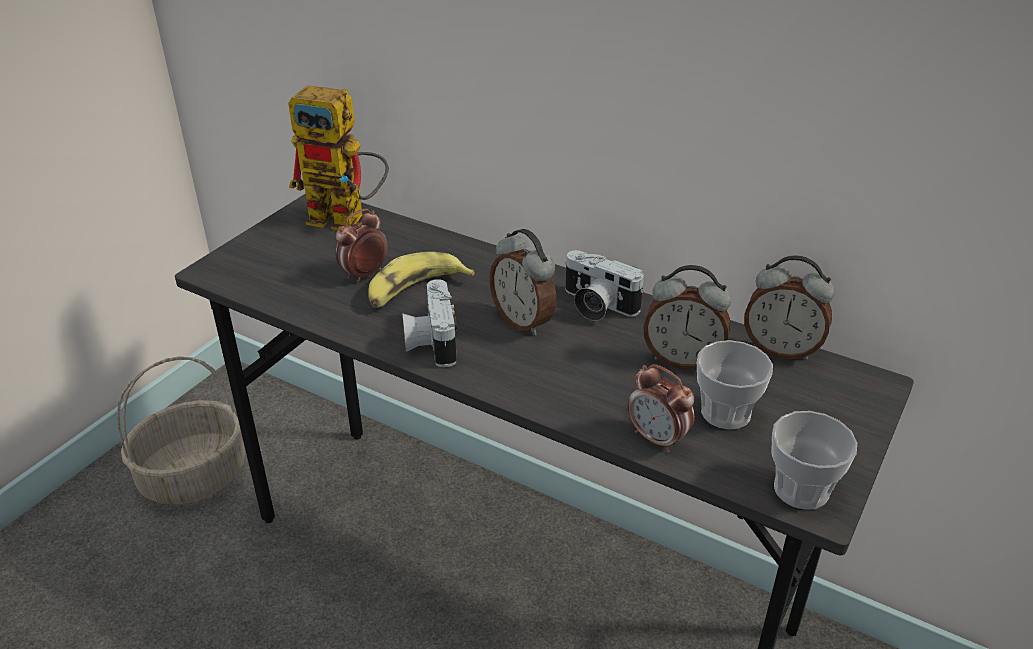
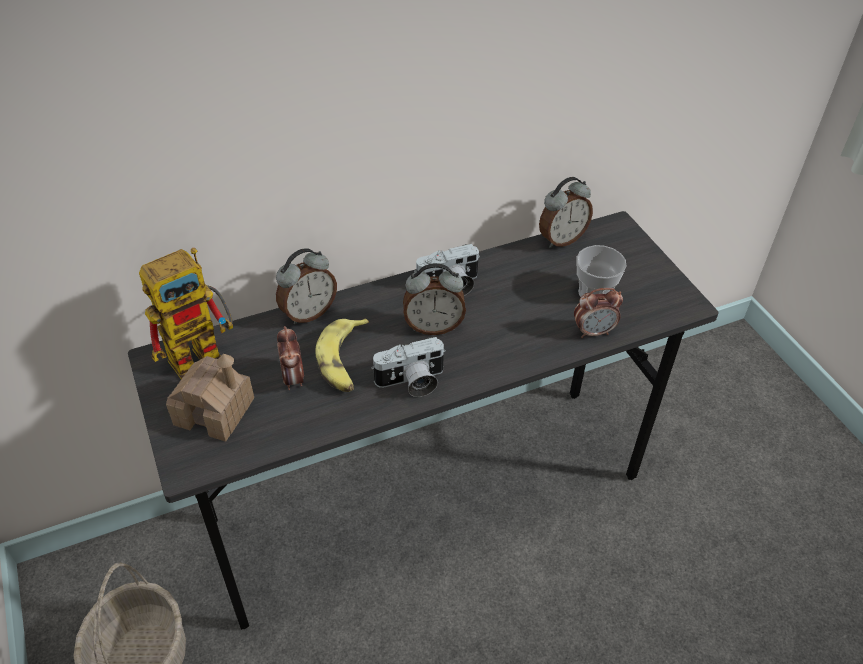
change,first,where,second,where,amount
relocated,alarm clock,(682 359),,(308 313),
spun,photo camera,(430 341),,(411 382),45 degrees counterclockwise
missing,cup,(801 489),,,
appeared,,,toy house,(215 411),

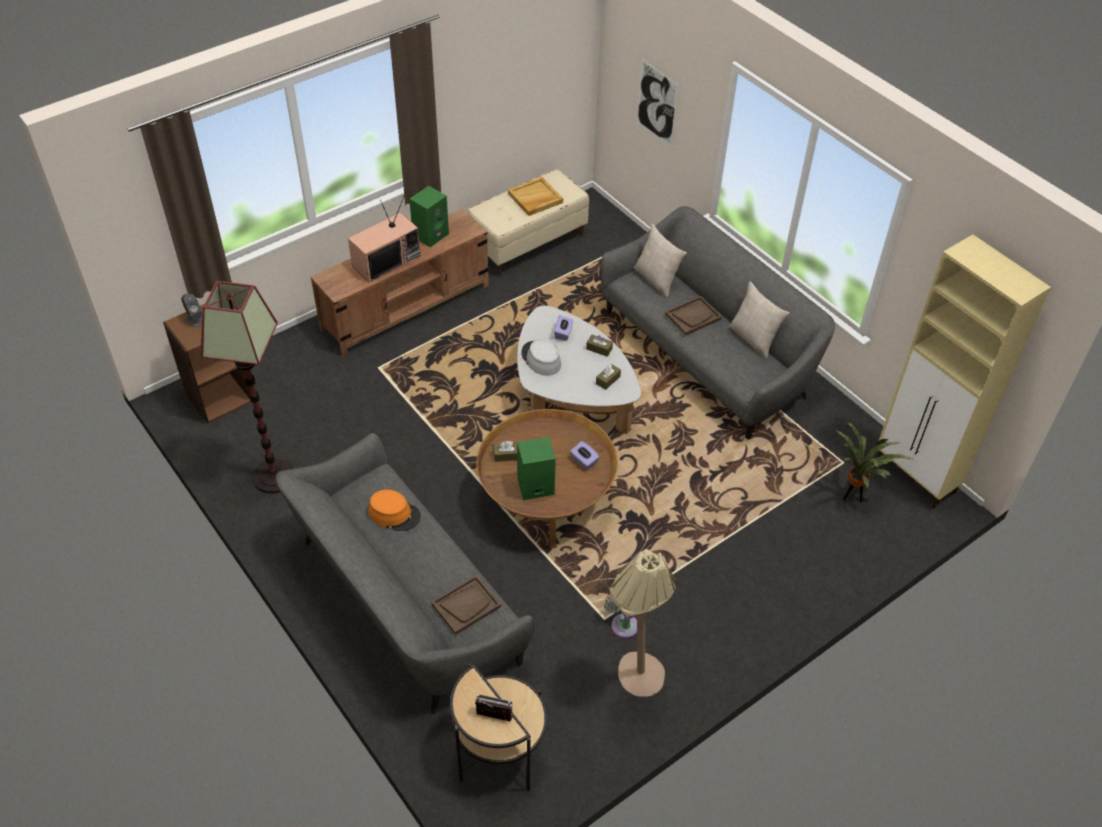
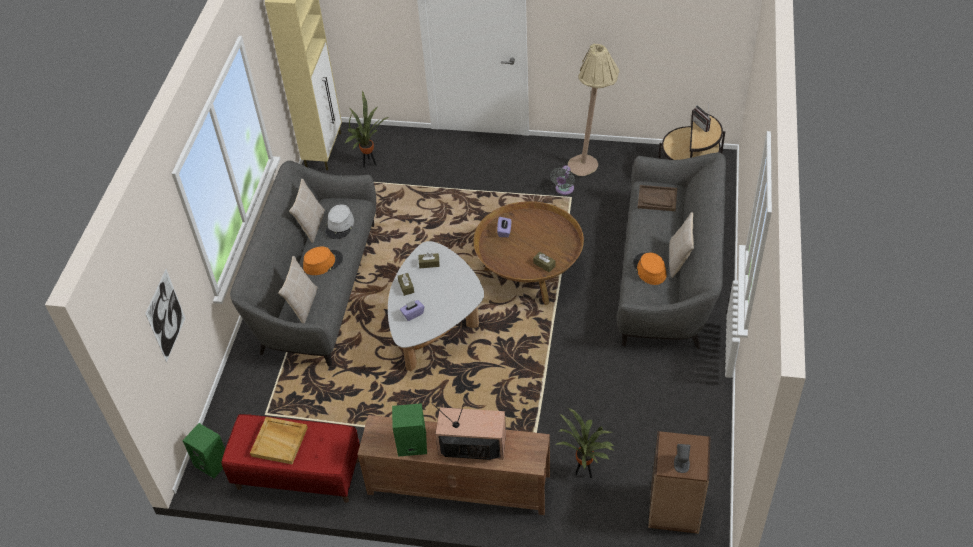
change,first,where,second,where,amount
colour,bench (beige),(528 242),bench (red),(298 474),
missing,floor lamp,(274 477),,,
exchanged,tray (brown),(693 316),hat (orange),(323 263),
relocated,hat (grey),(541 359),,(340 225),
relocated,speaker (green),(535 487),,(213 463),
appeared,,,pillow (beige),(679 260),
appeared,,,potted plant,(584 473),

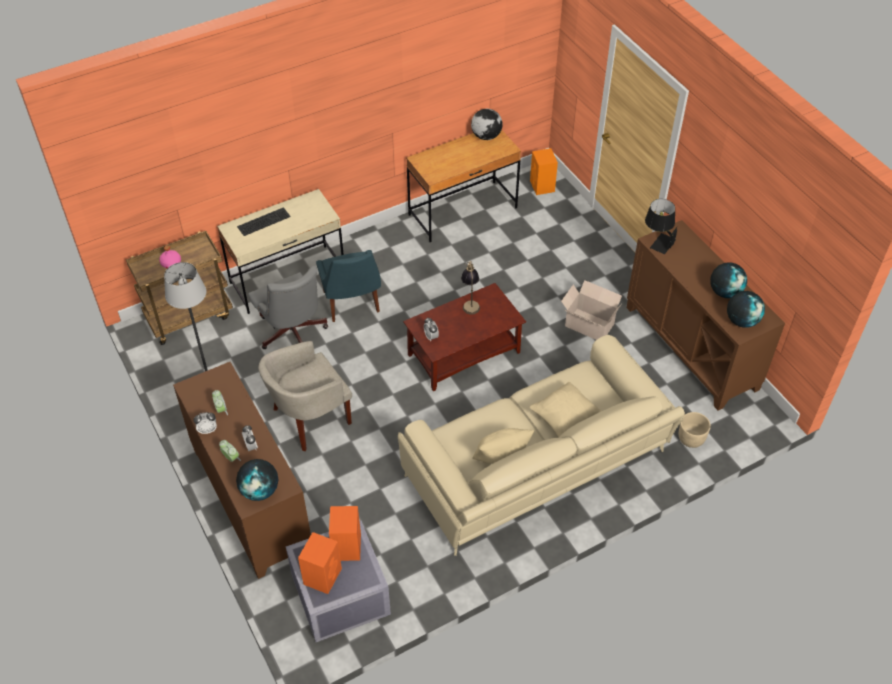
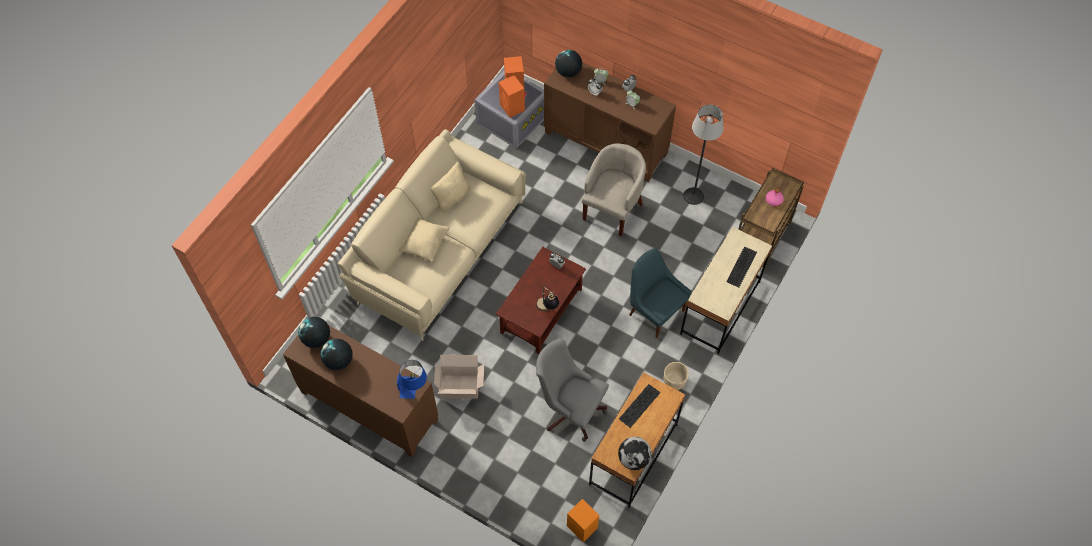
change,first,where,second,where,amount
colour,table lamp (black),(657 241),table lamp (blue),(413 387),
relocated,office chair (grey),(293 334),,(570 409),
relocated,planter (beige),(691 439),,(674 381),
appeared,,,keyboard,(640 406),

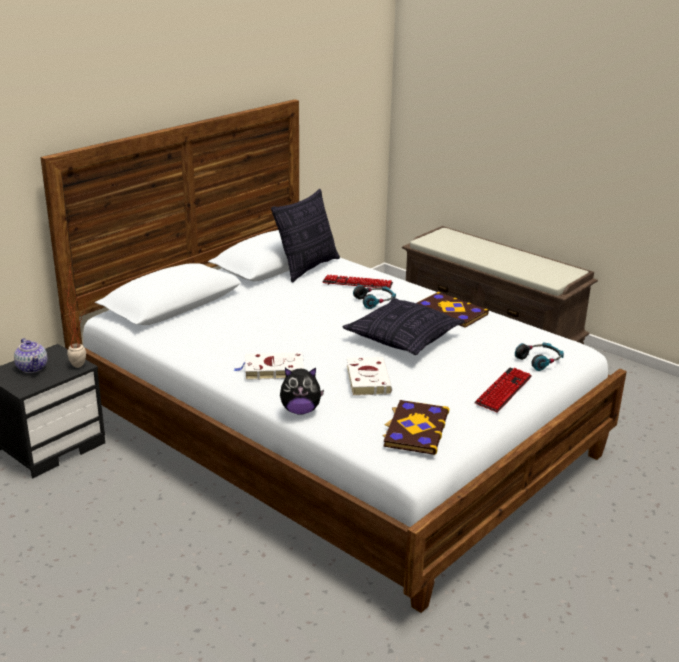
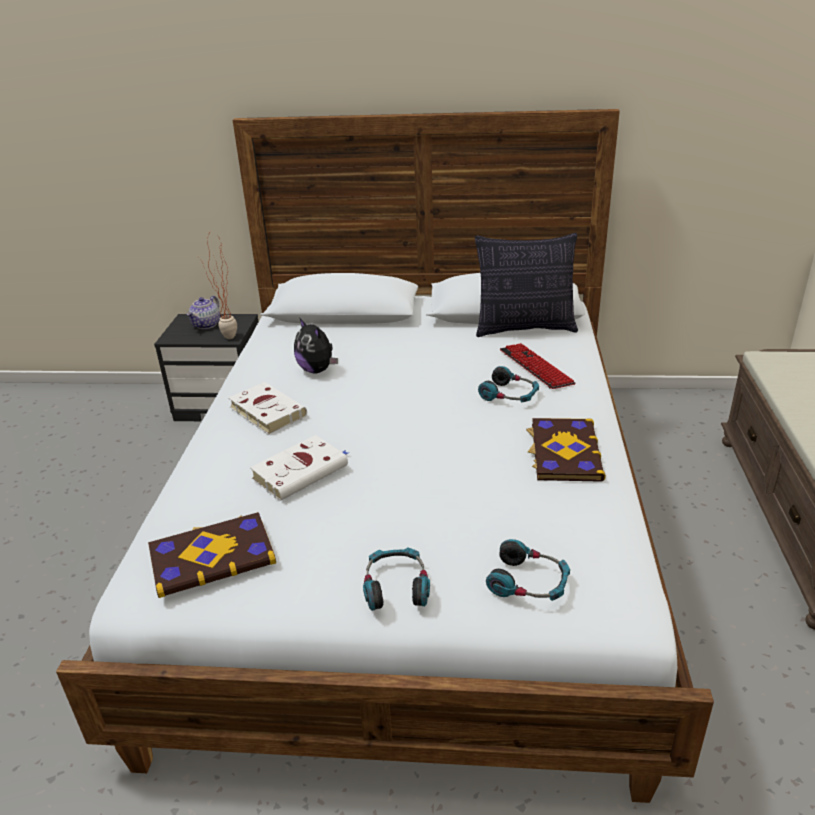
change,first,where,second,where,amount
missing,pillow,(403 339),,,
exchanged,keyboard,(503 391),headphones,(396 586),
relocated,plush toy,(300 410),,(317 370),

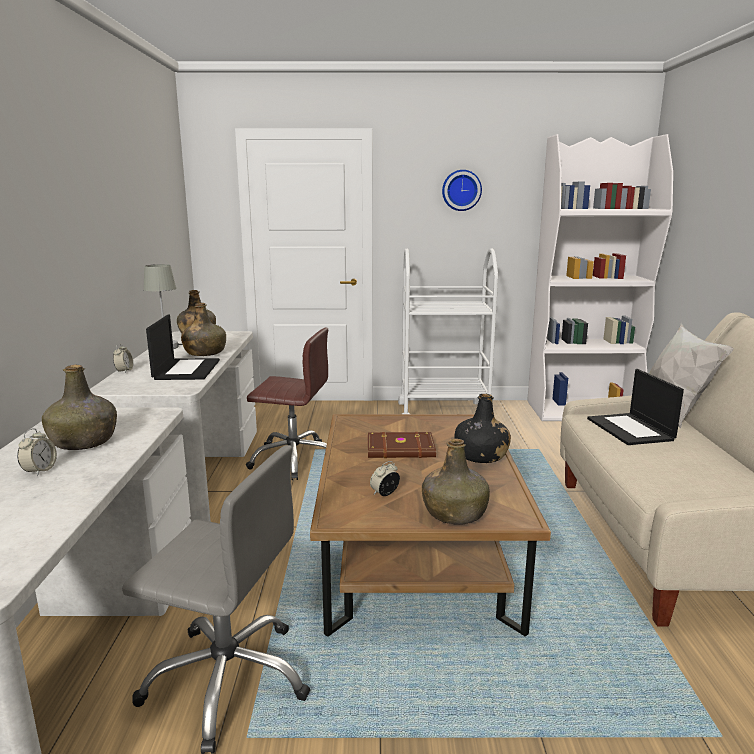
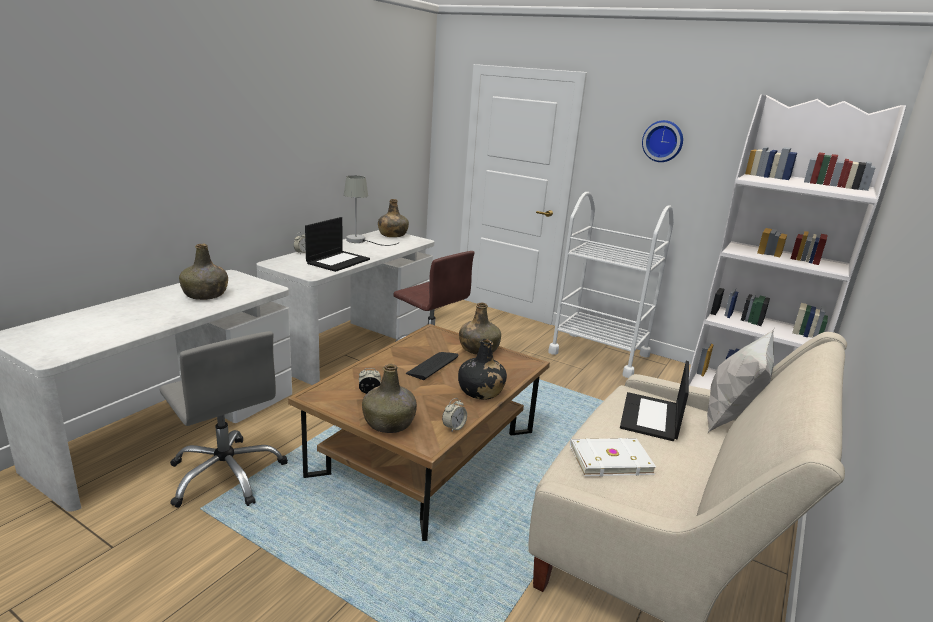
change,first,where,second,where,amount
relocated,bottle (green),(205 353),,(478 349),
relocated,alarm clock,(40 471),,(454 427),
exchanged,book (brown),(401 449),keyboard,(432 366),
appeared,,,book (white),(609 459),

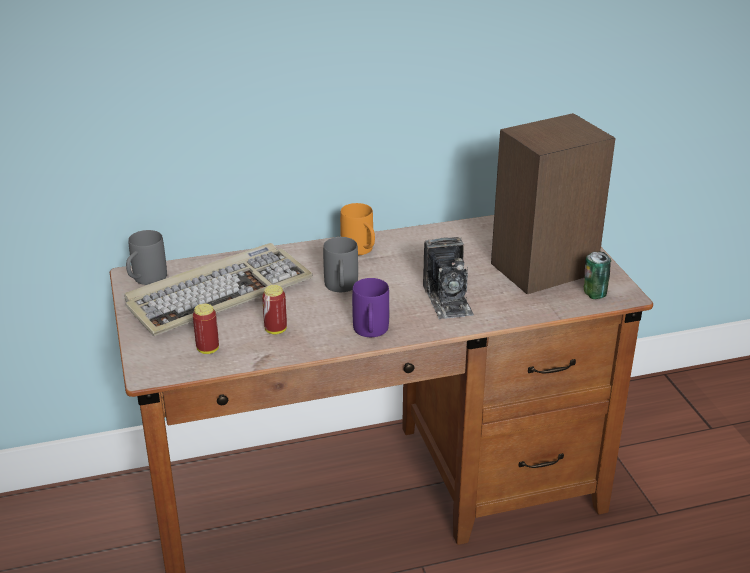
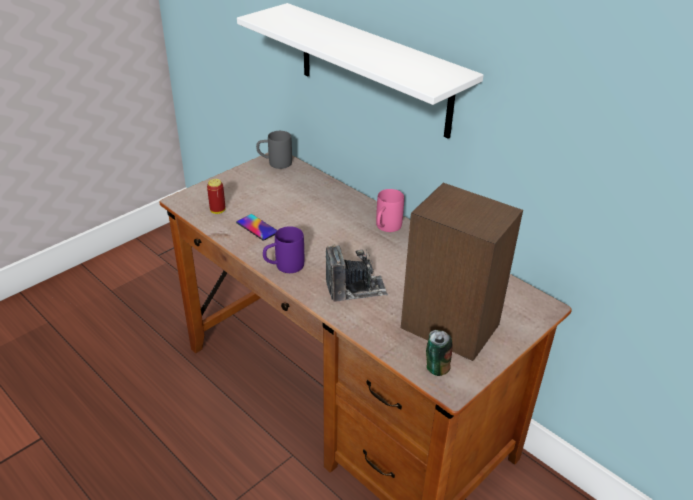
change,first,where,second,where,amount
colour,mug (orange),(361 251),mug (pink),(386 228),
missing,mug (grey),(341 288),,,
spun,photo camera,(448 300),,(356 289),150 degrees counterclockwise
missing,keyboard,(219 293),,,
exchanged,can,(275 330),phone,(257 227),
appeared,,,shelf (white),(373 70),

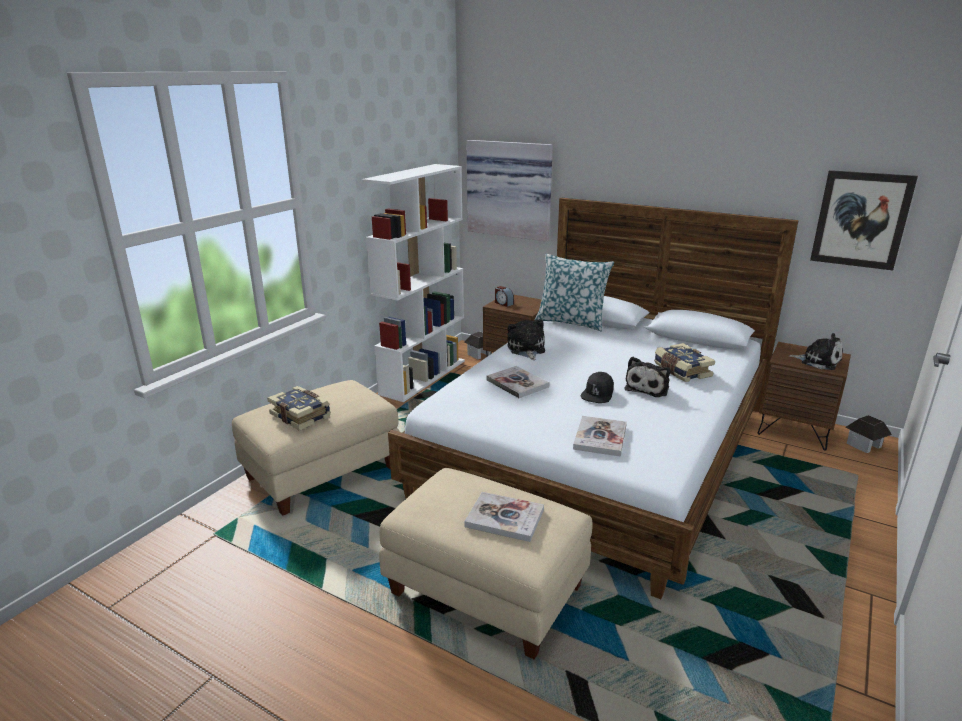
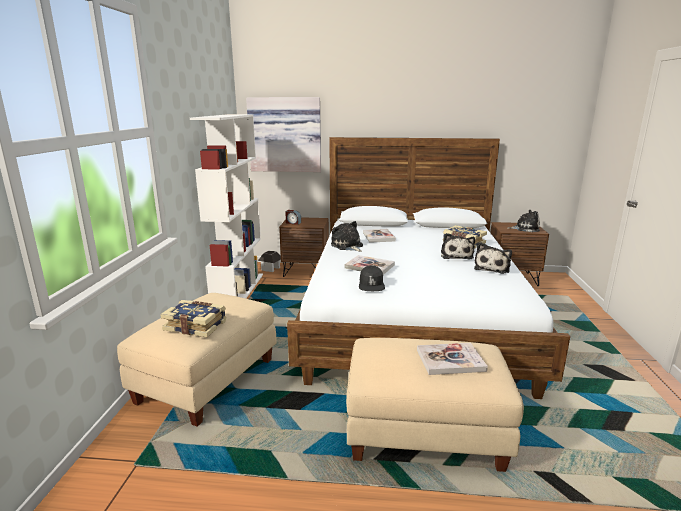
change,first,where,second,where,amount
missing,picture,(861 219),,,
missing,pillow,(571 322),,,
relocated,cap (black),(598 394),,(371 284),
missing,toy house,(864 445),,,
relocated,book,(600 437),,(378 237),
appeared,,,plush toy,(492 268),

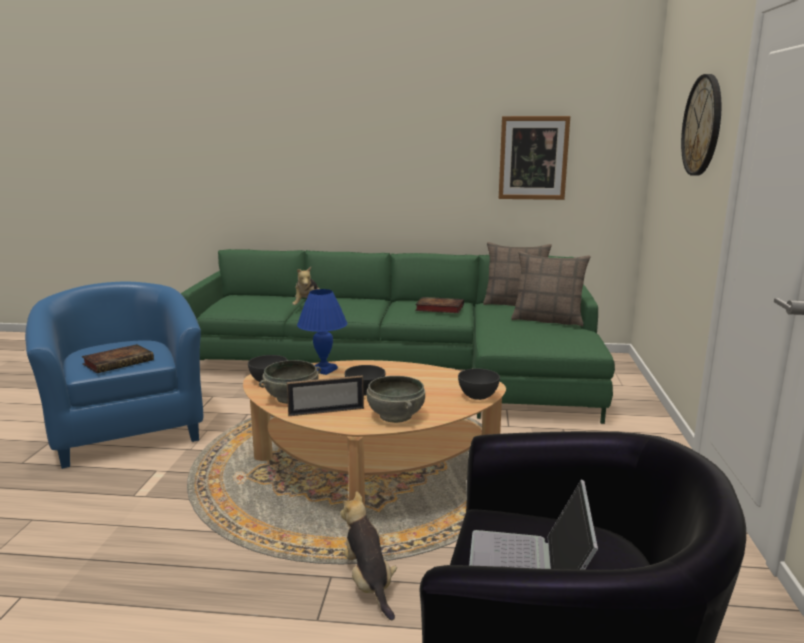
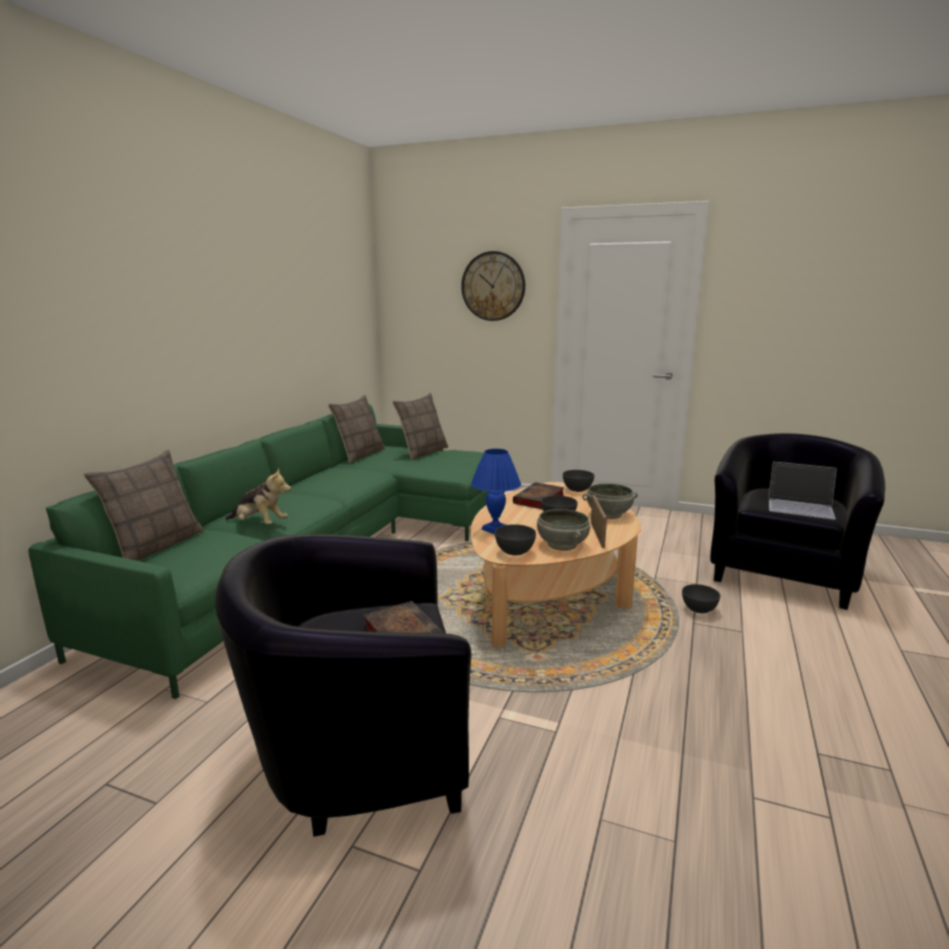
change,first,where,second,where,amount
missing,picture,(533 158),,,
colour,armchair (blue),(127 429),armchair (black),(357 753),
relocated,book,(438 308),,(539 500),
exchanged,plush toy,(369 583),bowl (grey),(699 609),
appeared,,,pillow,(156 546),

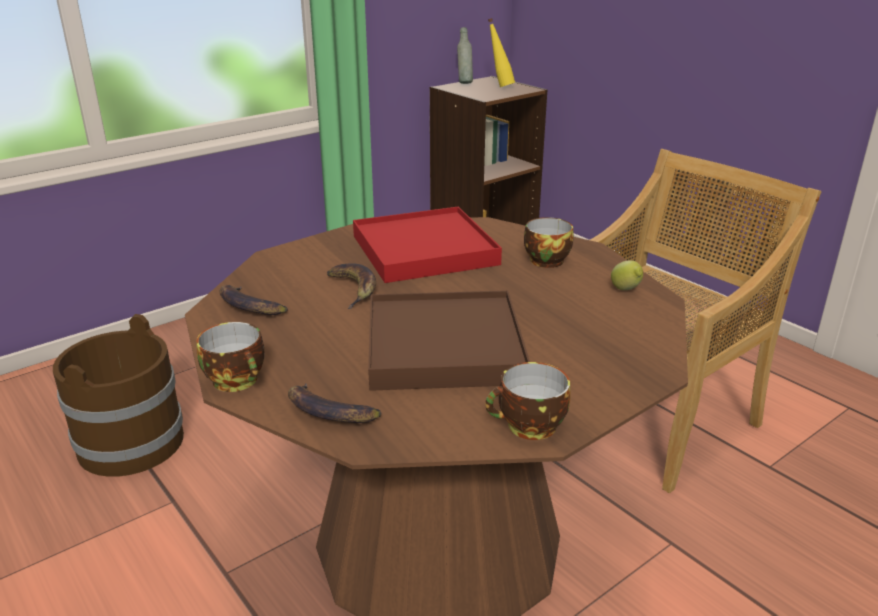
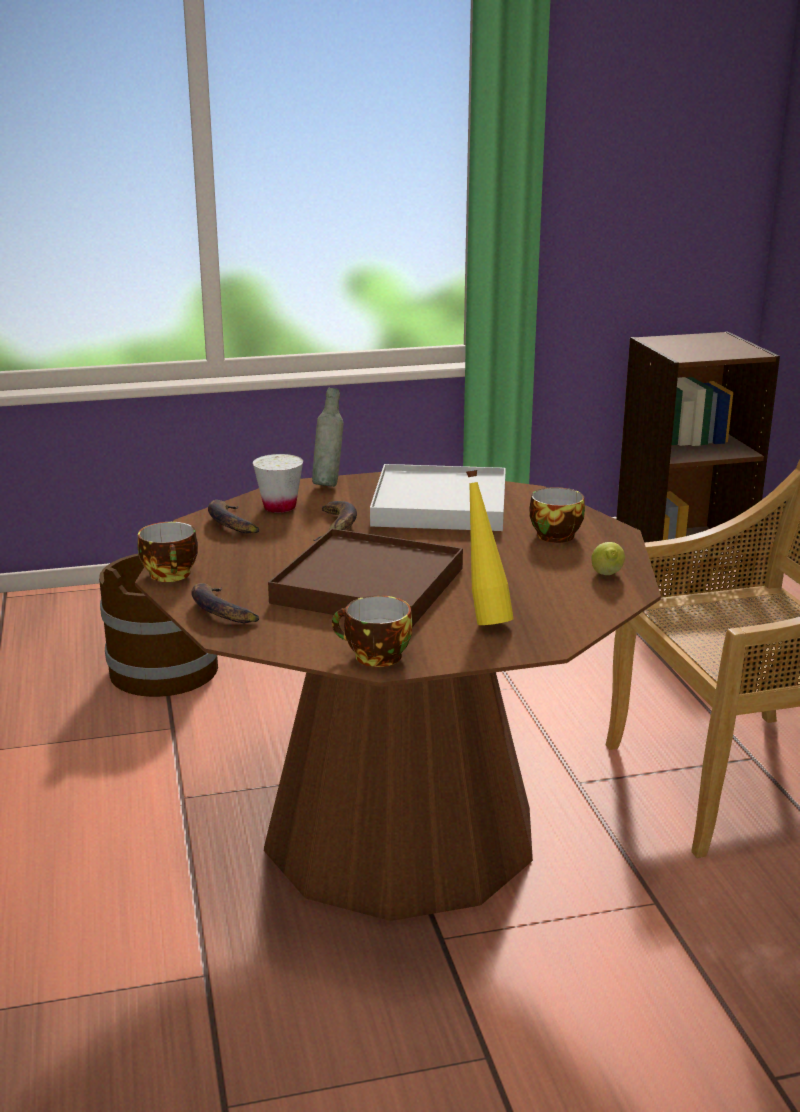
change,first,where,second,where,amount
relocated,bottle (yellow),(499 86),,(484 618),
relocated,bottle (grey),(464 83),,(328 484),
colour,tray (red),(424 250),tray (white),(440 505),
appeared,,,cup (white),(279 507),

